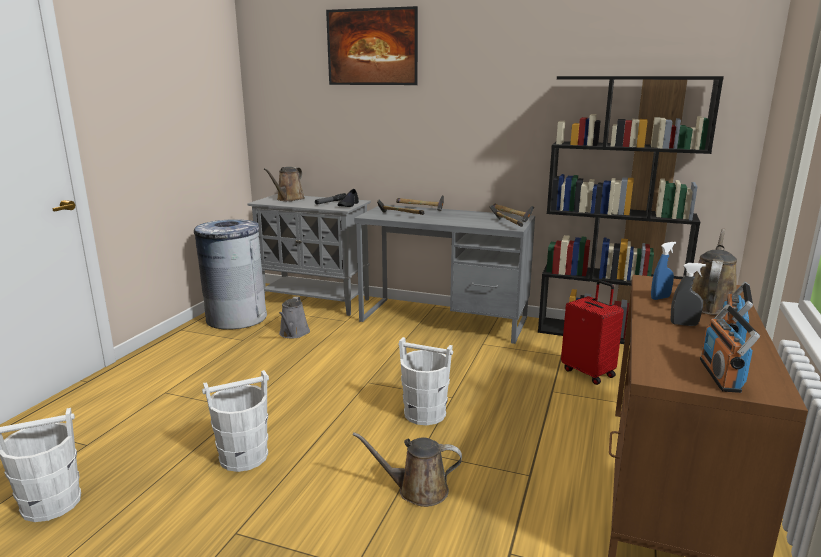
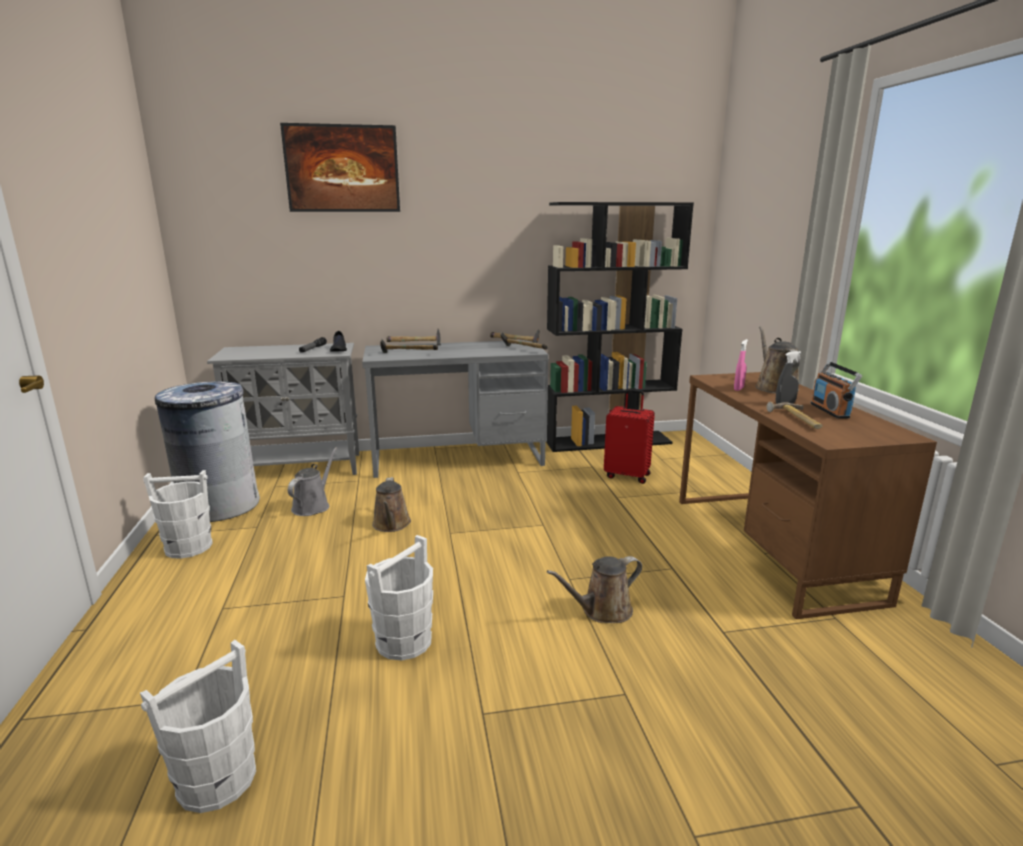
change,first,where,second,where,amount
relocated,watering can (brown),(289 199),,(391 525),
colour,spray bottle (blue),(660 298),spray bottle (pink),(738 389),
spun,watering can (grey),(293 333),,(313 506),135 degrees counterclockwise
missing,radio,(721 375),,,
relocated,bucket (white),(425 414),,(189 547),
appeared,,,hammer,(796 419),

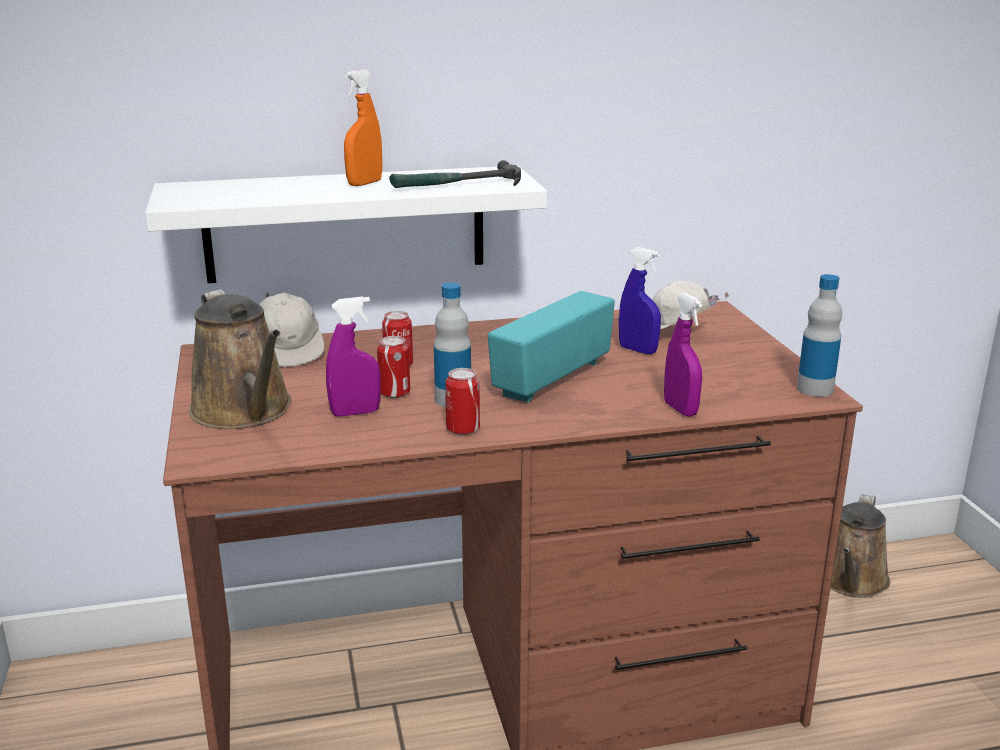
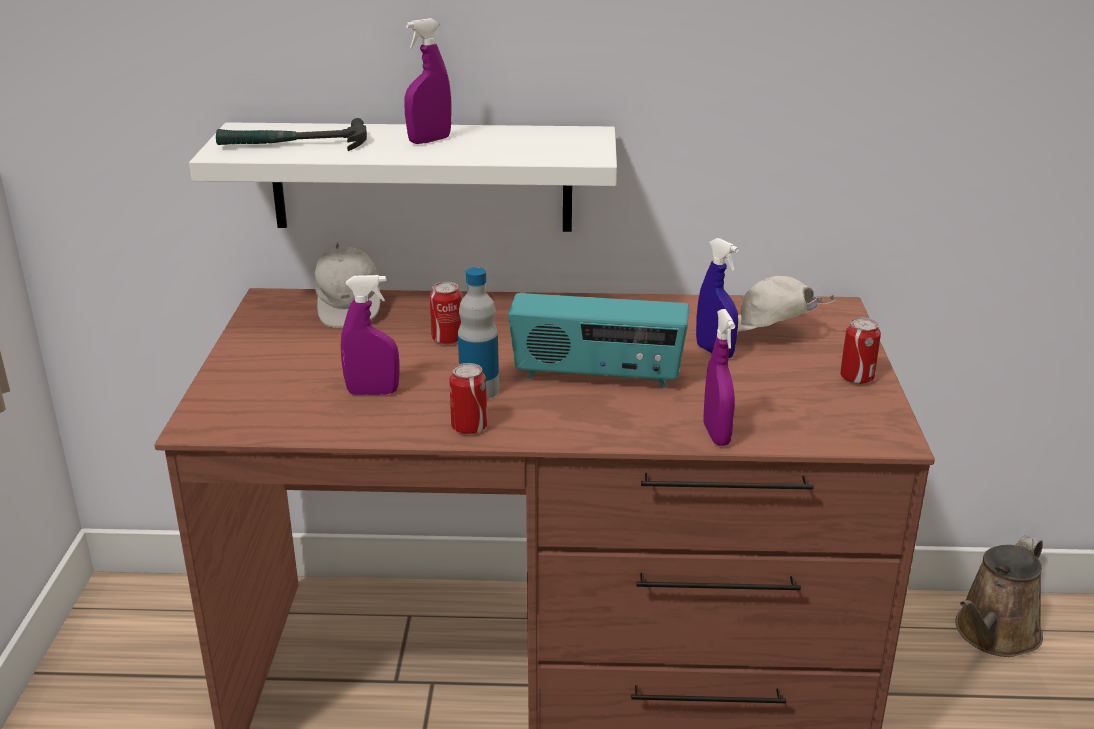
change,first,where,second,where,amount
colour,spray bottle (orange),(364 183),spray bottle (purple),(429 140),
relocated,hammer,(458 185),,(292 145),
missing,bottle,(815 389),,,
missing,watering can (brown),(245 411),,,
spun,radio,(551 378),,(597 376),135 degrees counterclockwise
relocated,can,(394 393),,(856 378),

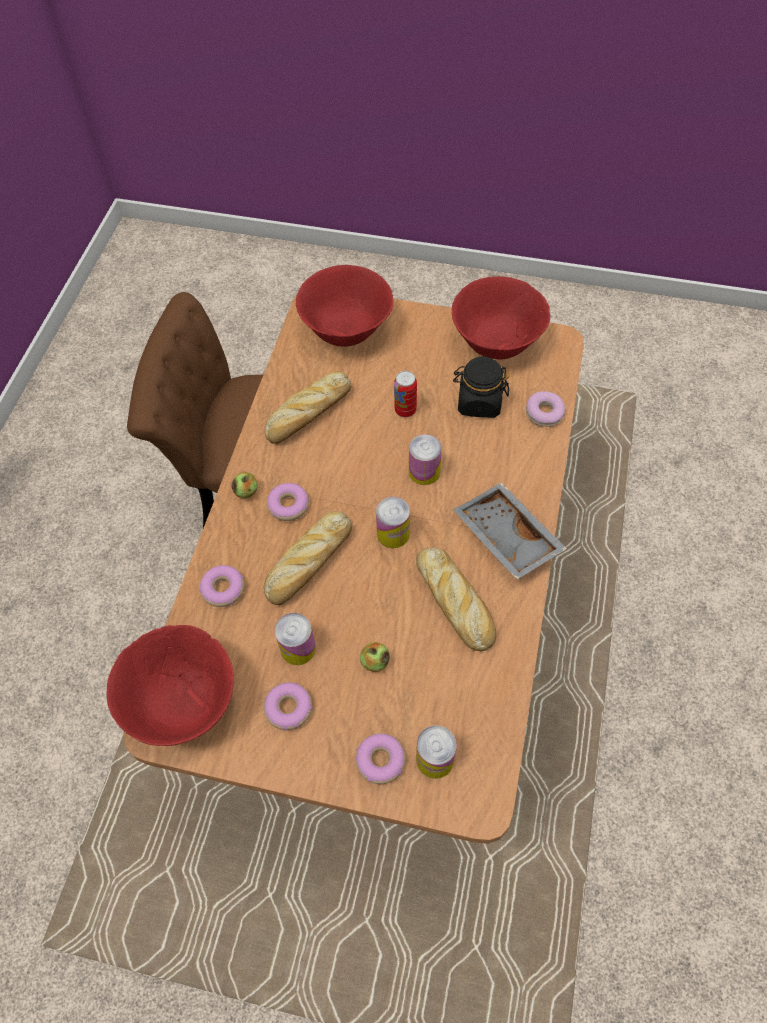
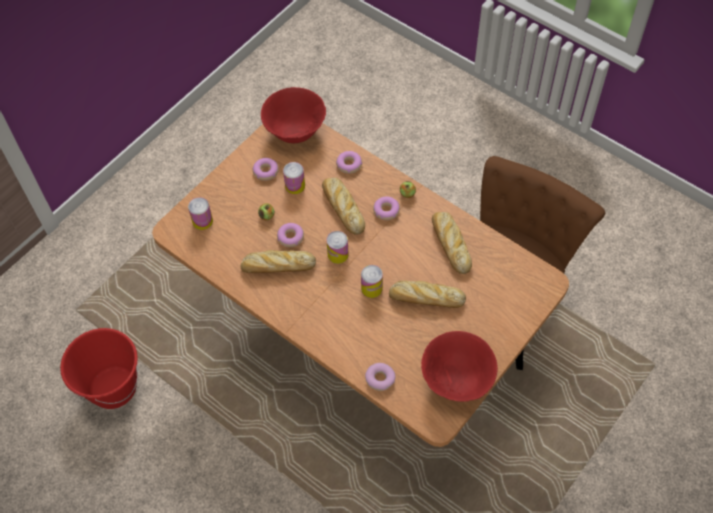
change,first,where,second,where,amount
missing,bowl (red),(347 331),,,
missing,jar (black),(479 402),,,
exchanged,can,(405 410),bread,(425 298),
missing,tray (grey),(505 538),,,
relocated,donut,(380 760),,(290 237),
appeared,,,bucket (red),(113 388),

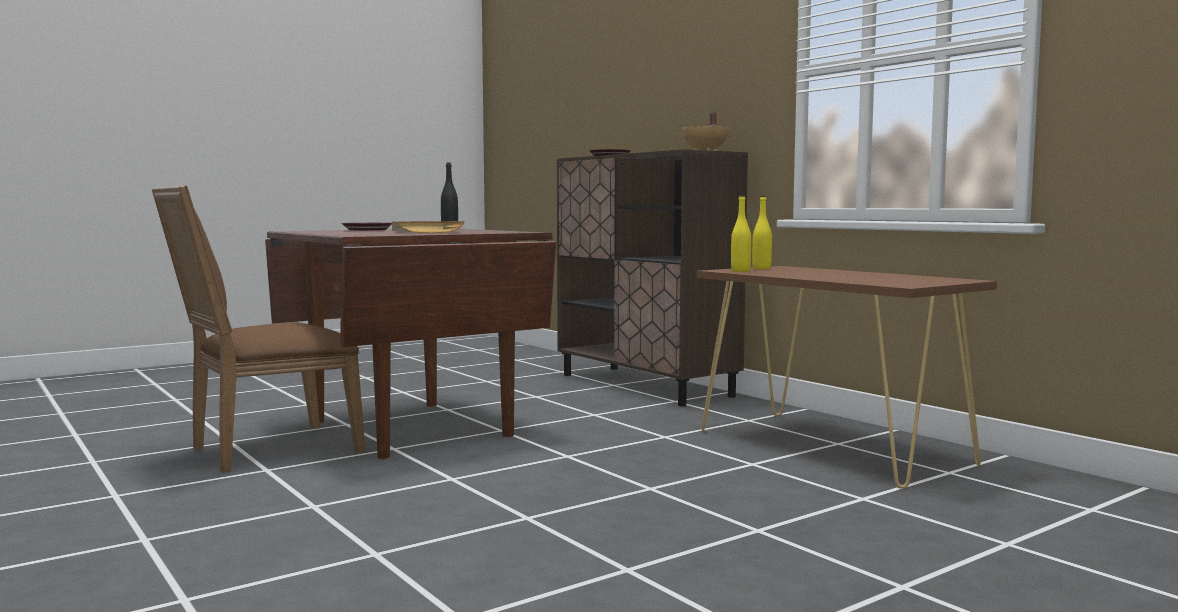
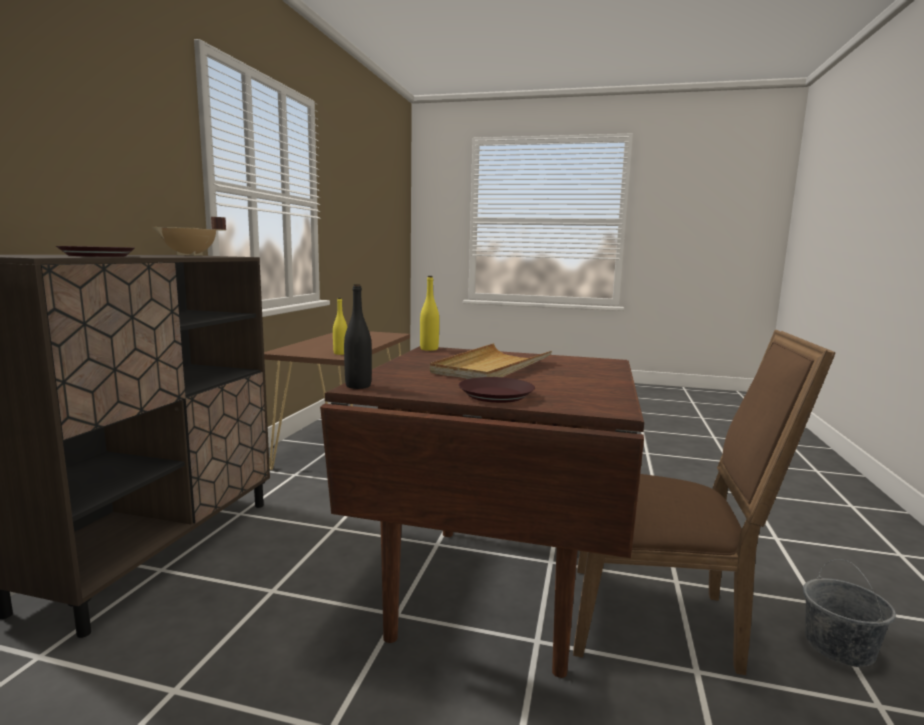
change,first,where,second,where,amount
relocated,bottle (yellow),(761 268),,(429 349),
appeared,,,bucket (grey),(839 647),

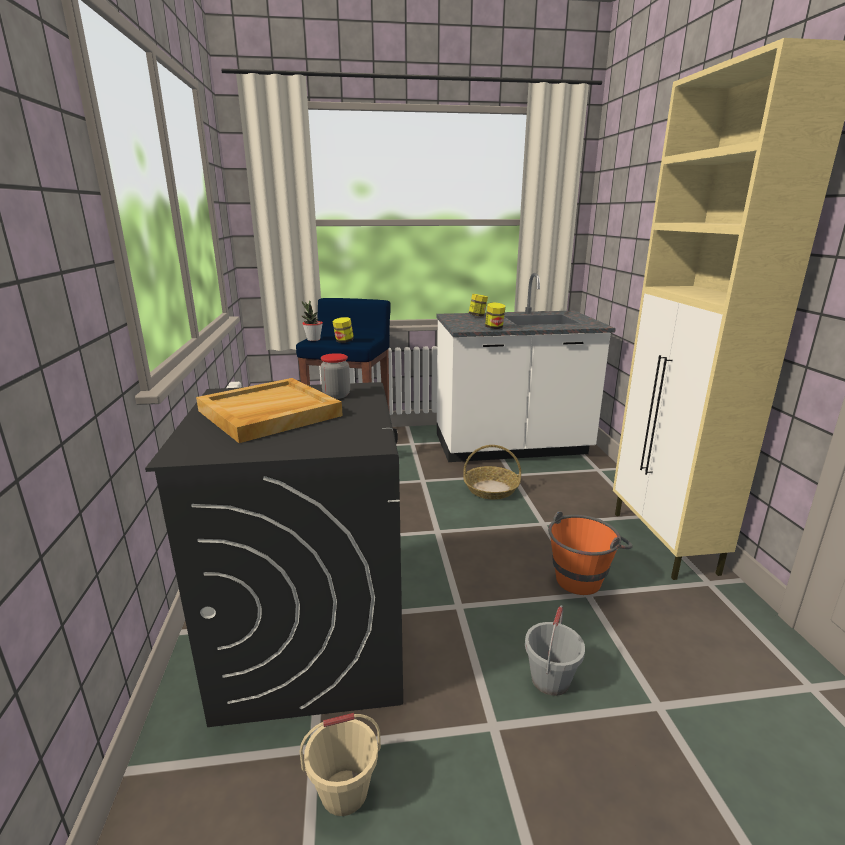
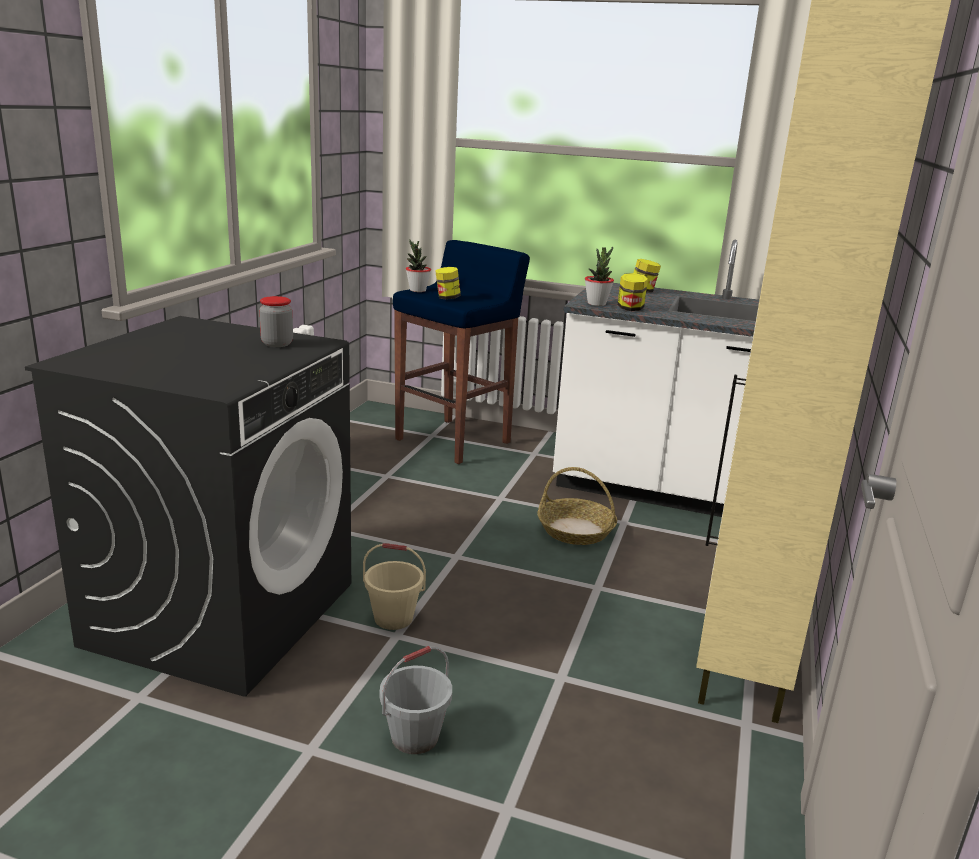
change,first,where,second,where,amount
missing,tray (beige),(269 414),,,
missing,bucket (orange),(583 576),,,
relocated,bucket (beige),(344 792),,(393 618),
appeared,,,potted plant,(596 303),

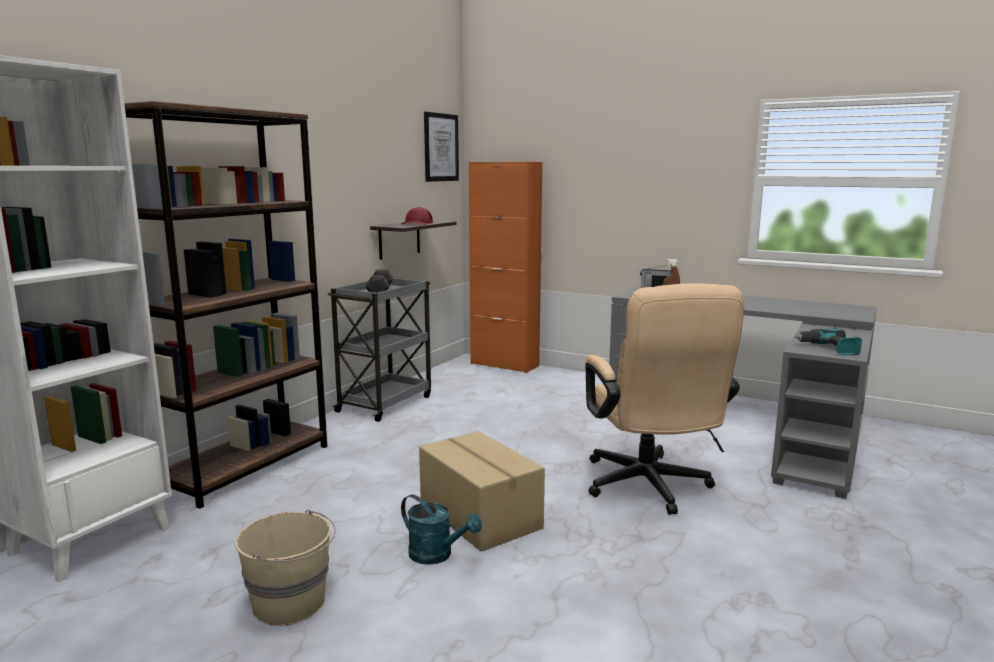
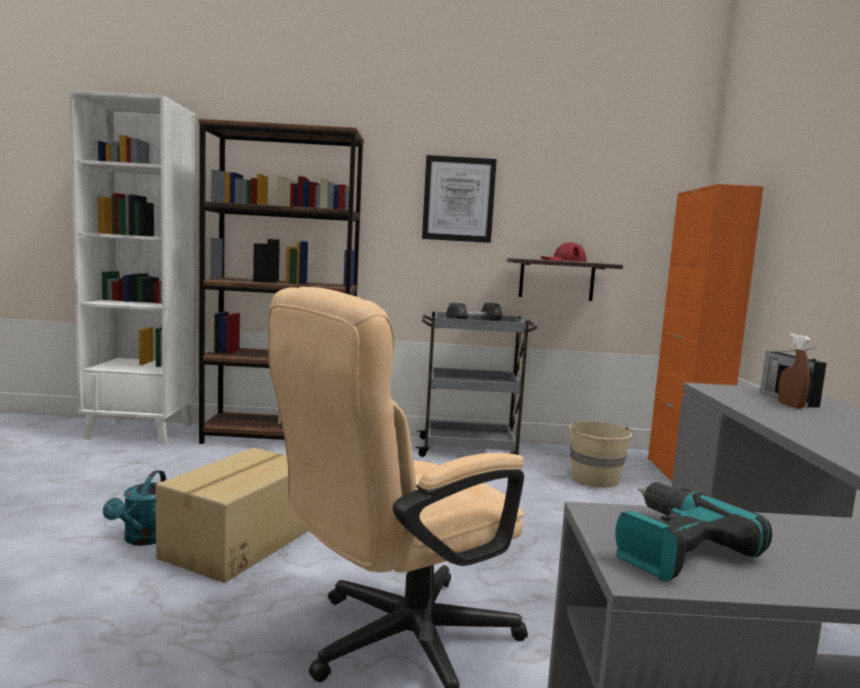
change,first,where,second,where,amount
relocated,picture,(441 147),,(458 199),
relocated,bucket (beige),(291 603),,(595 479),

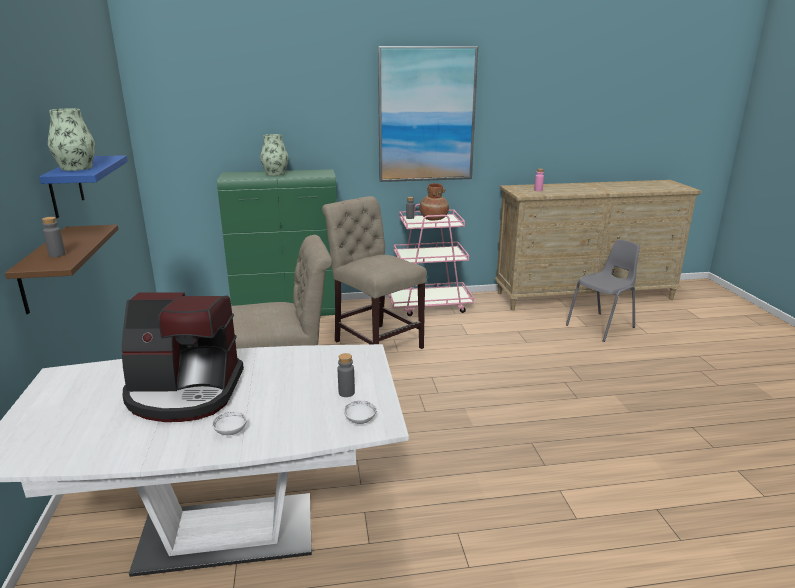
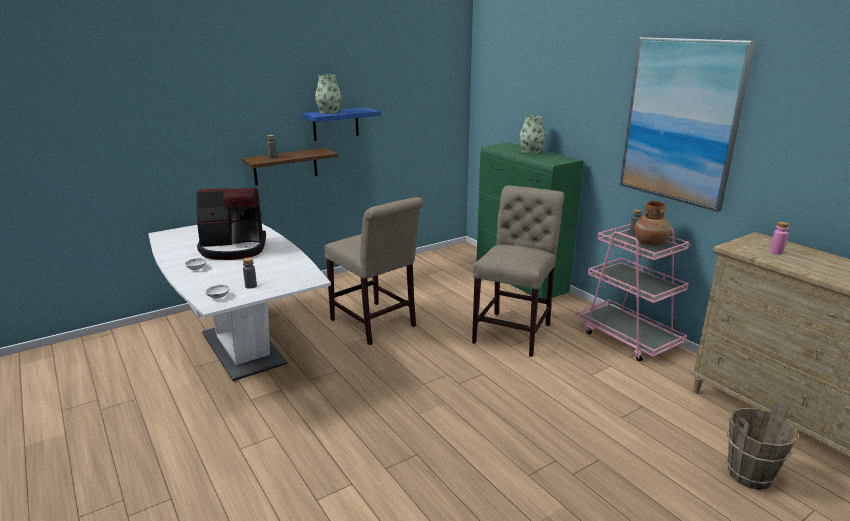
change,first,where,second,where,amount
exchanged,chair (grey),(601 326),bucket (brown),(750 475),
spun,coffee machine,(184 393),,(233 248),75 degrees counterclockwise

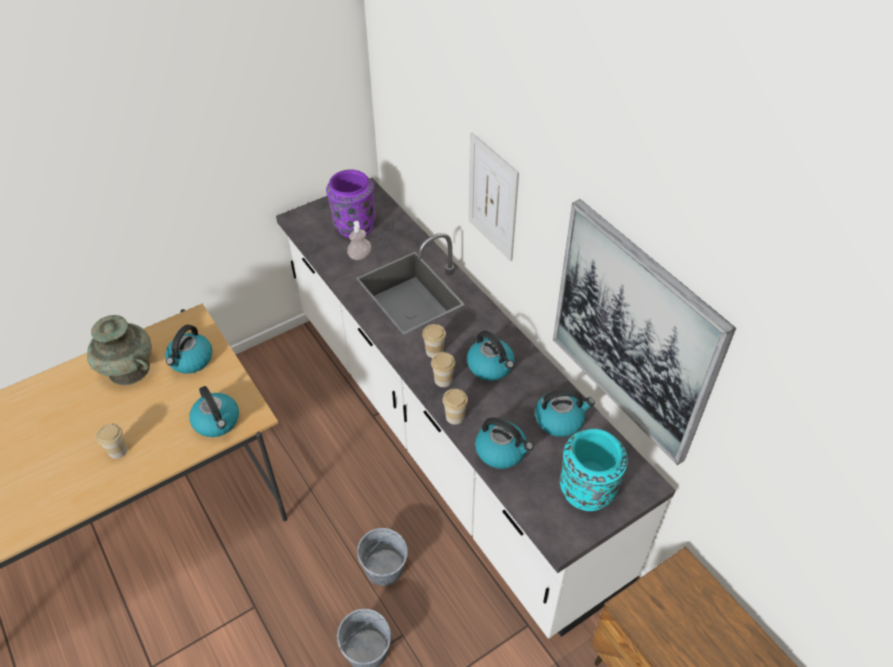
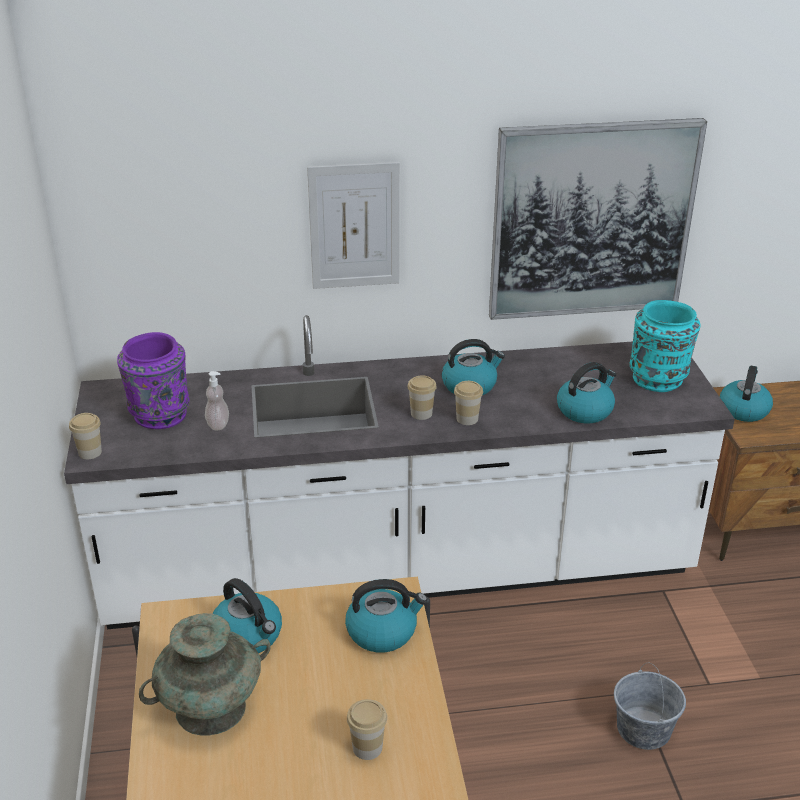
change,first,where,second,where,amount
relocated,cup,(455 417),,(90 452),
relocated,kettle,(560 420),,(743 409),
missing,bucket (grey),(385 567),,,

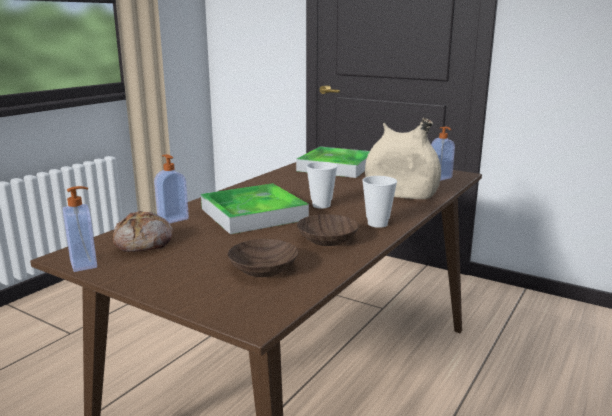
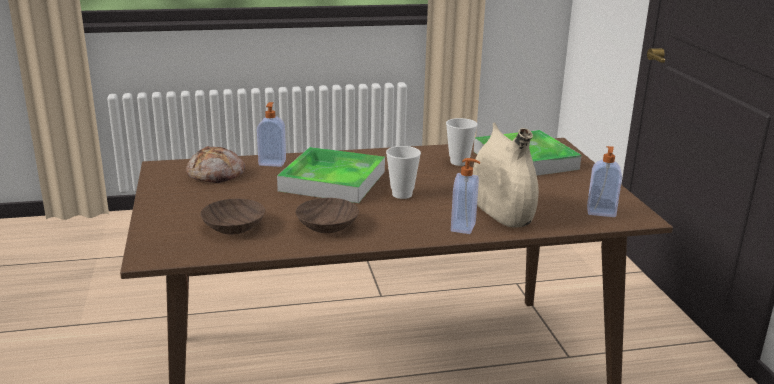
change,first,where,second,where,amount
relocated,cup,(377 224),,(459 162),
relocated,soap dispenser,(85 264),,(464 227),

